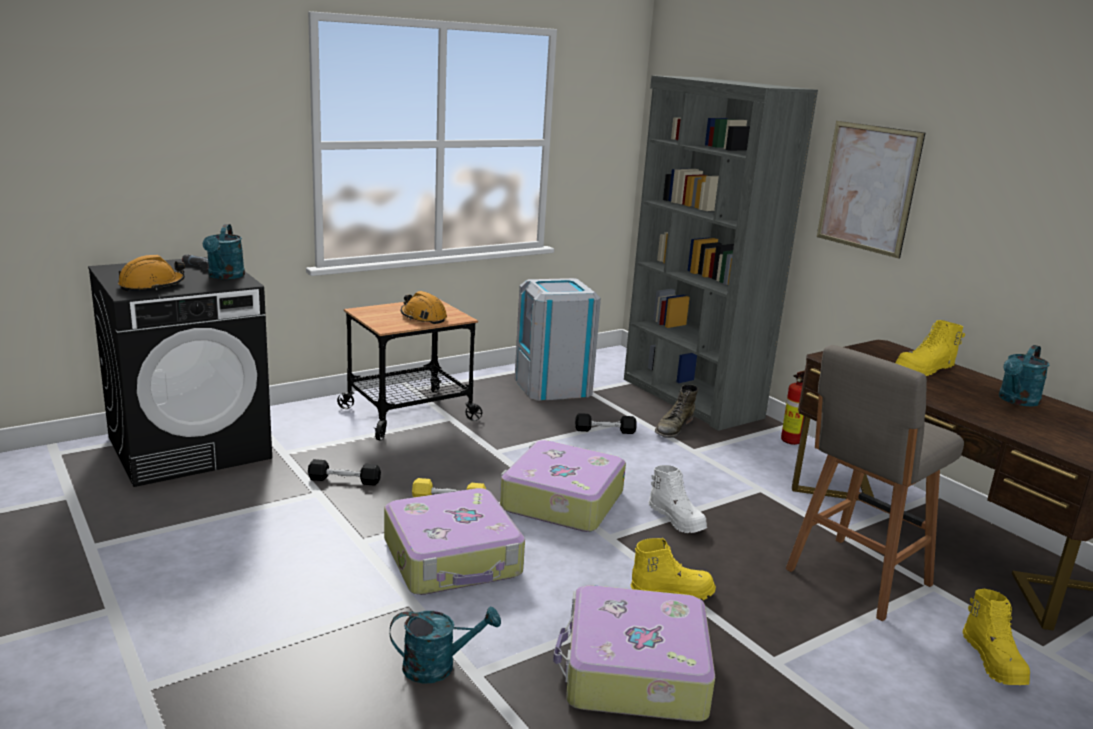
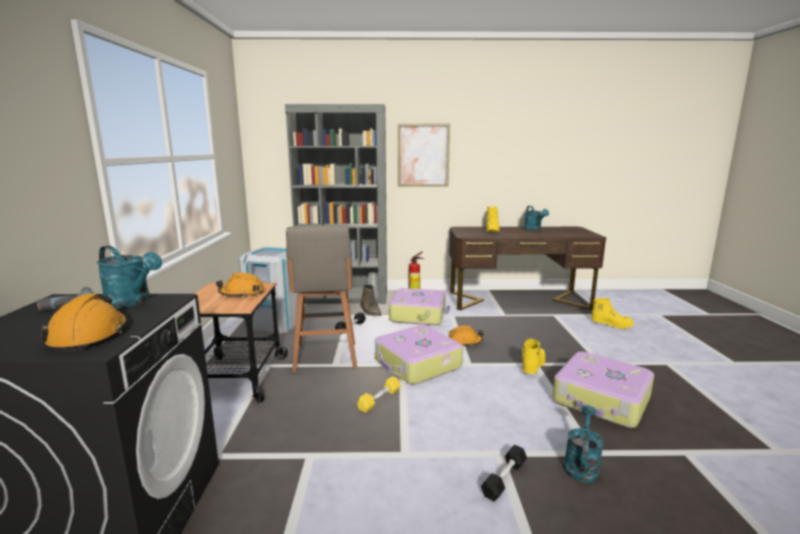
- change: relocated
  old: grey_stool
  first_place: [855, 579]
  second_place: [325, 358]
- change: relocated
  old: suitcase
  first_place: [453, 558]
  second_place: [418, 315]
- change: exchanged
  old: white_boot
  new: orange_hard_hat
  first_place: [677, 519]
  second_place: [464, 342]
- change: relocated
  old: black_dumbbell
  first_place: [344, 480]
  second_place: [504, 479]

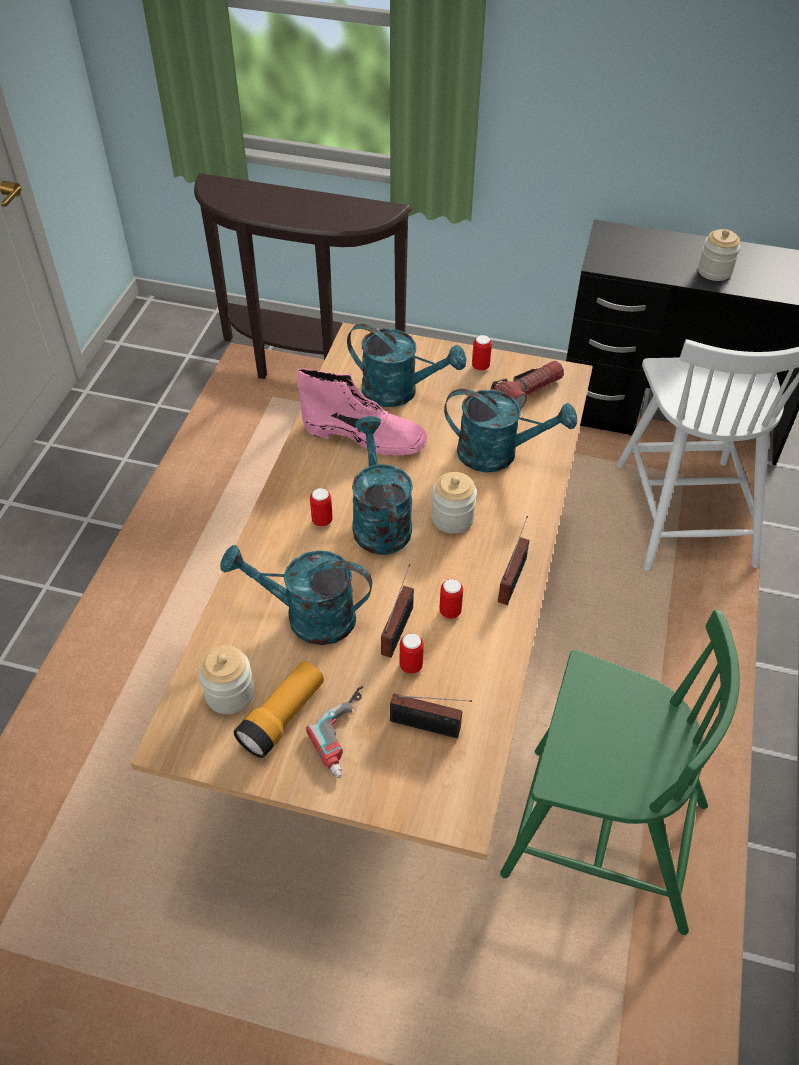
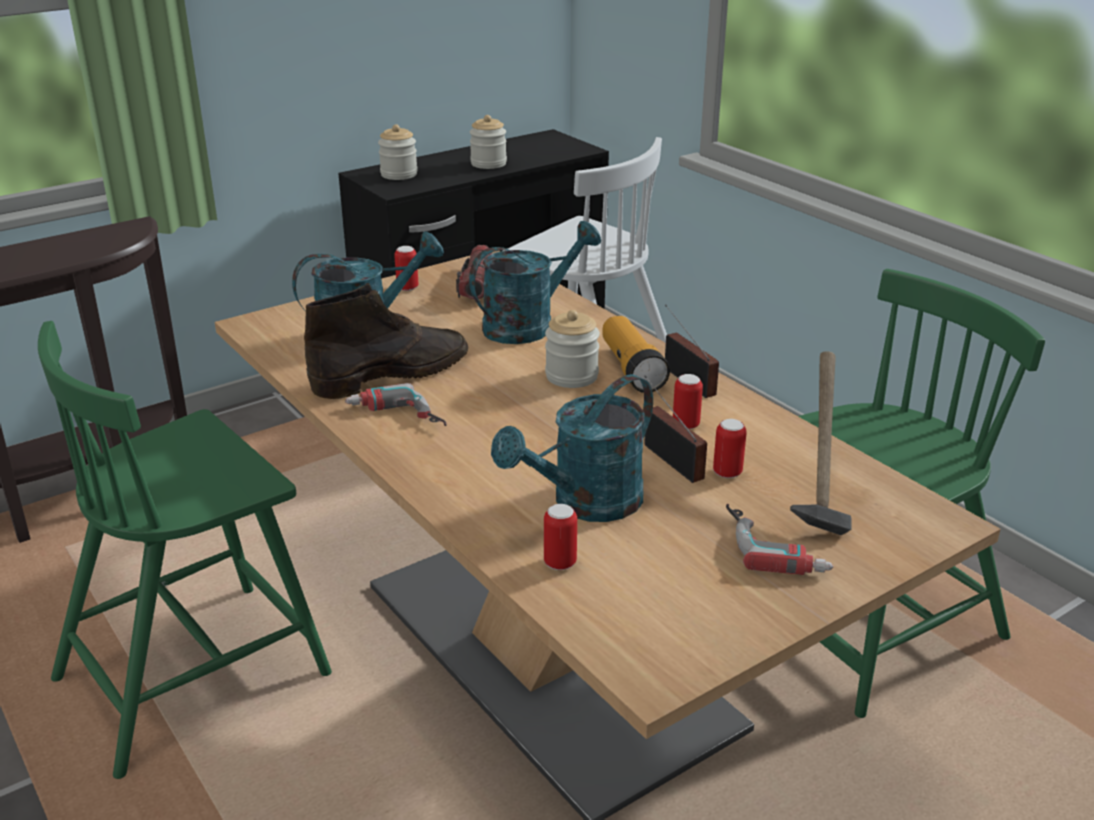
- change: appeared
  new: green_chair
  second_place: [197, 672]
- change: colour
  old: pink_boot
  new: brown_boot
  first_place: [365, 436]
  second_place: [392, 373]
- change: appeared
  new: power_drill
  second_place: [395, 418]
- change: relocated
  old: jar
  first_place: [230, 693]
  second_place: [399, 174]
- change: relocated
  old: can
  first_place: [322, 520]
  second_place: [560, 563]
- change: relocated
  old: flashlight
  first_place: [282, 717]
  second_place: [632, 369]
- change: exchanged
  old: radio
  new: hammer
  first_place: [429, 726]
  second_place: [815, 494]
- change: missing
  old: turquoise_watering_can
  first_place: [379, 520]

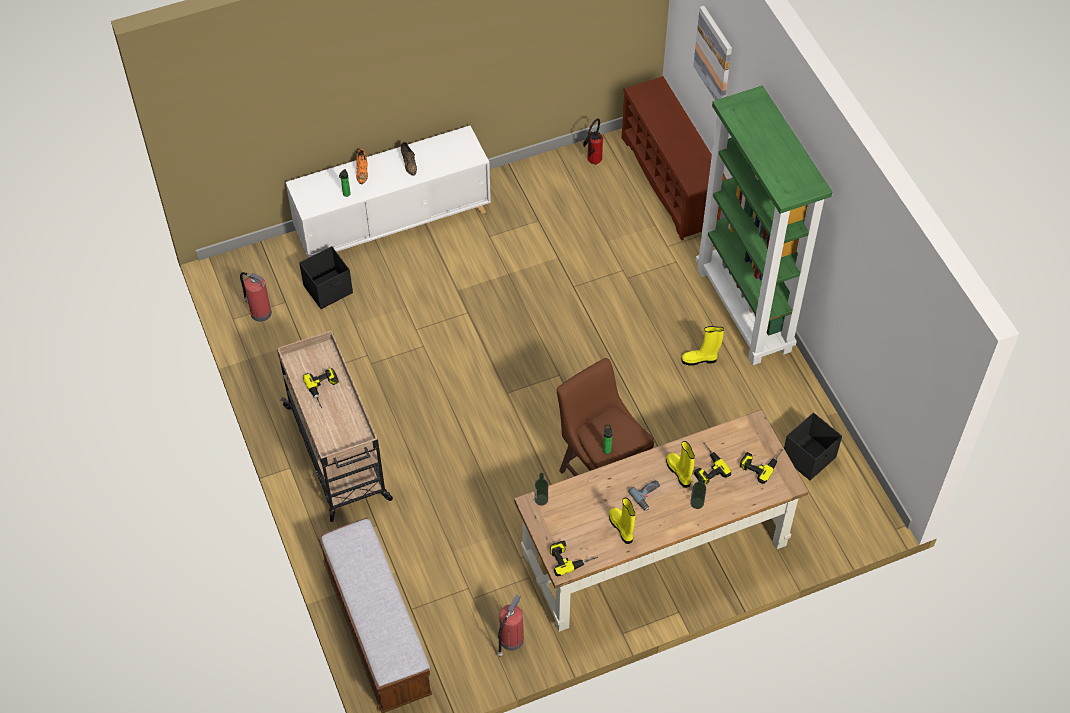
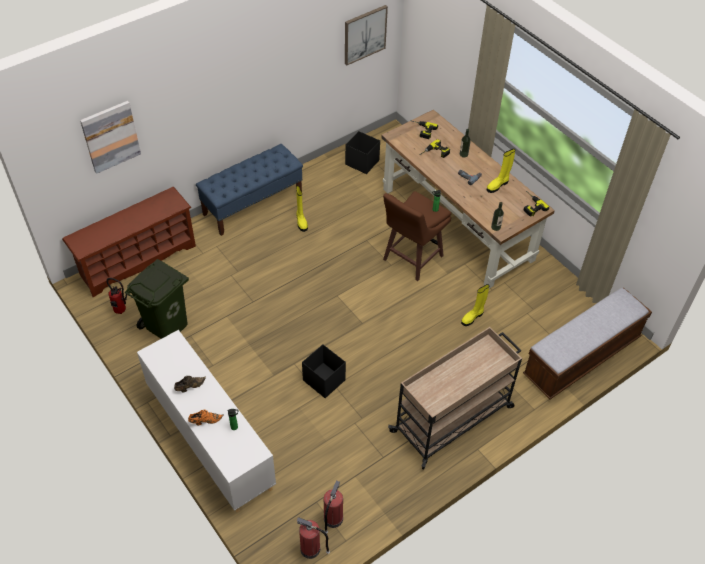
- change: appeared
  new: green_trash_can
  second_place: [167, 326]
- change: exchanged
  old: green_bookcase
  new: blue_bench
  first_place: [745, 310]
  second_place: [253, 204]
- change: relocated
  old: fire_extinguisher
  first_place: [510, 641]
  second_place: [311, 549]
- change: relocated
  old: black_storage_box
  first_place: [329, 289]
  second_place: [323, 380]
- change: appeared
  new: picture
  second_place: [364, 34]
- change: relocated
  old: yellow_boot
  first_place: [679, 472]
  second_place: [472, 317]
- change: missing
  old: power_drill
  first_place: [324, 390]

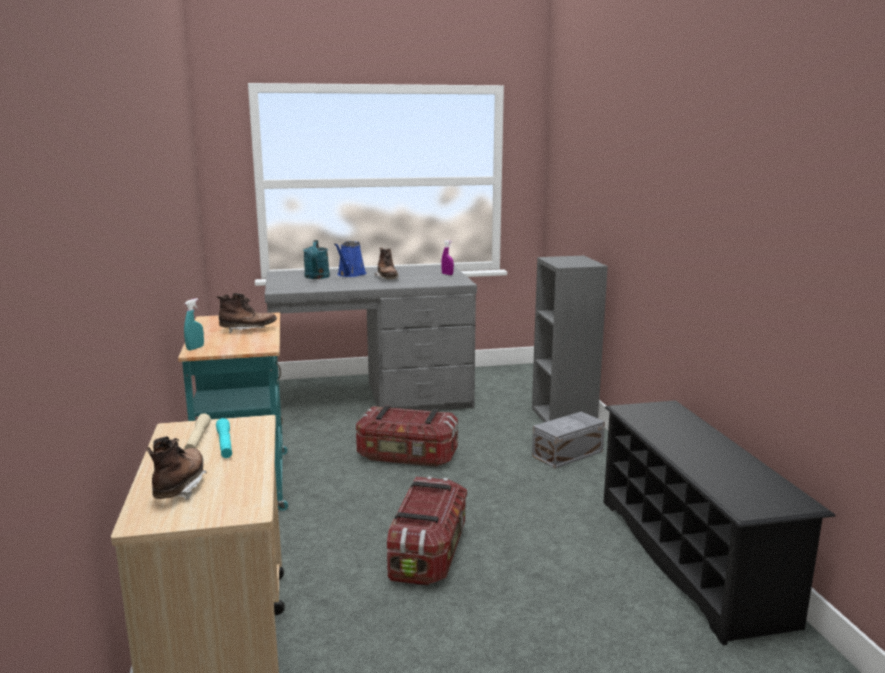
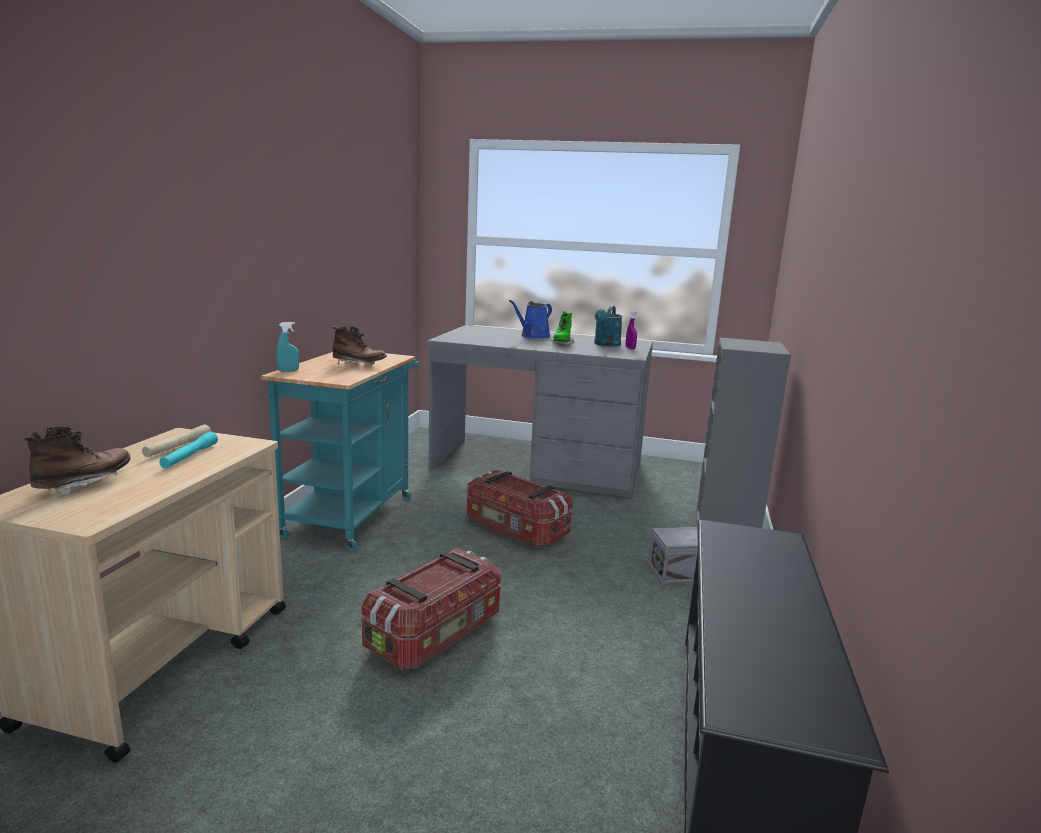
- change: colour
  old: brown_boot
  new: green_boot
  first_place: [387, 278]
  second_place: [562, 343]
- change: relocated
  old: turquoise_watering_can
  first_place: [317, 277]
  second_place: [606, 344]

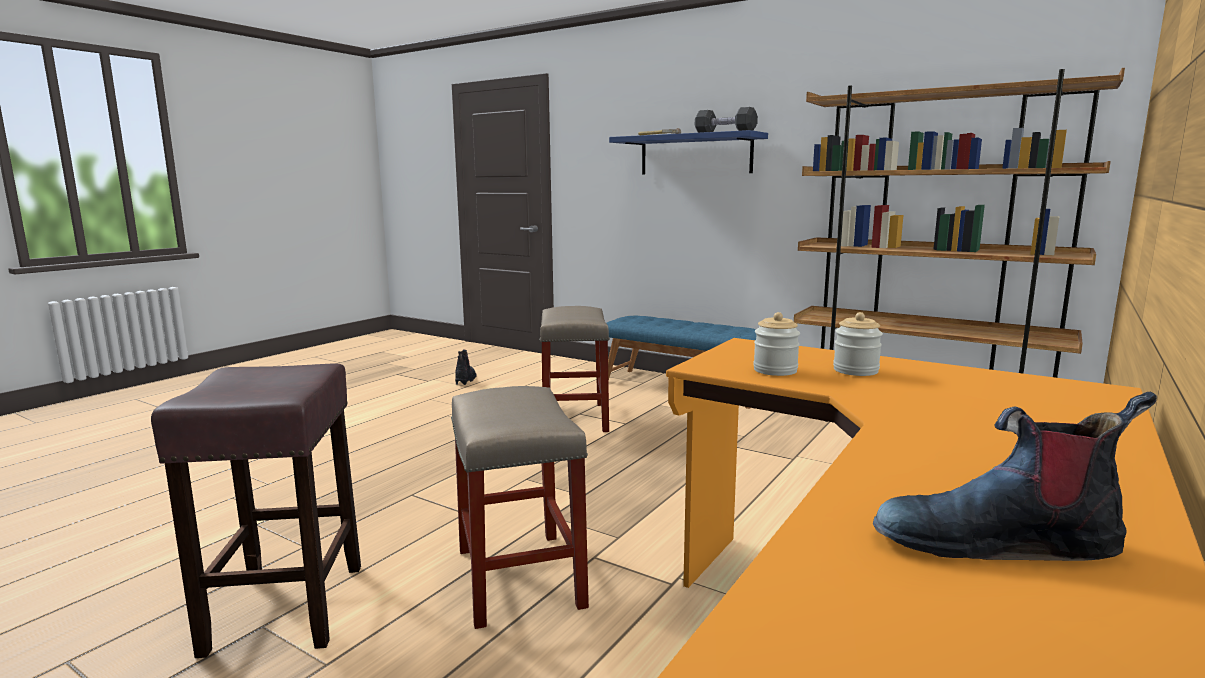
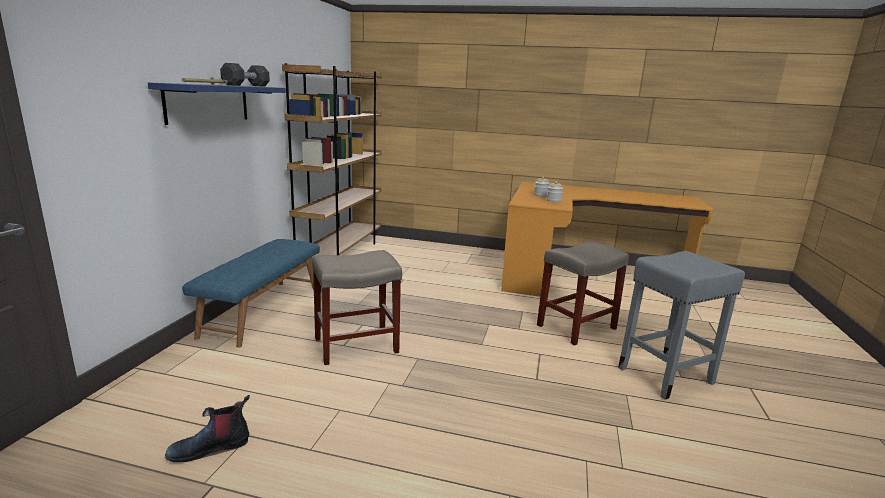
- change: colour
  old: brown_stool
  new: grey_stool
  first_place: [286, 610]
  second_place: [666, 375]
- change: missing
  old: boot
  first_place: [995, 541]

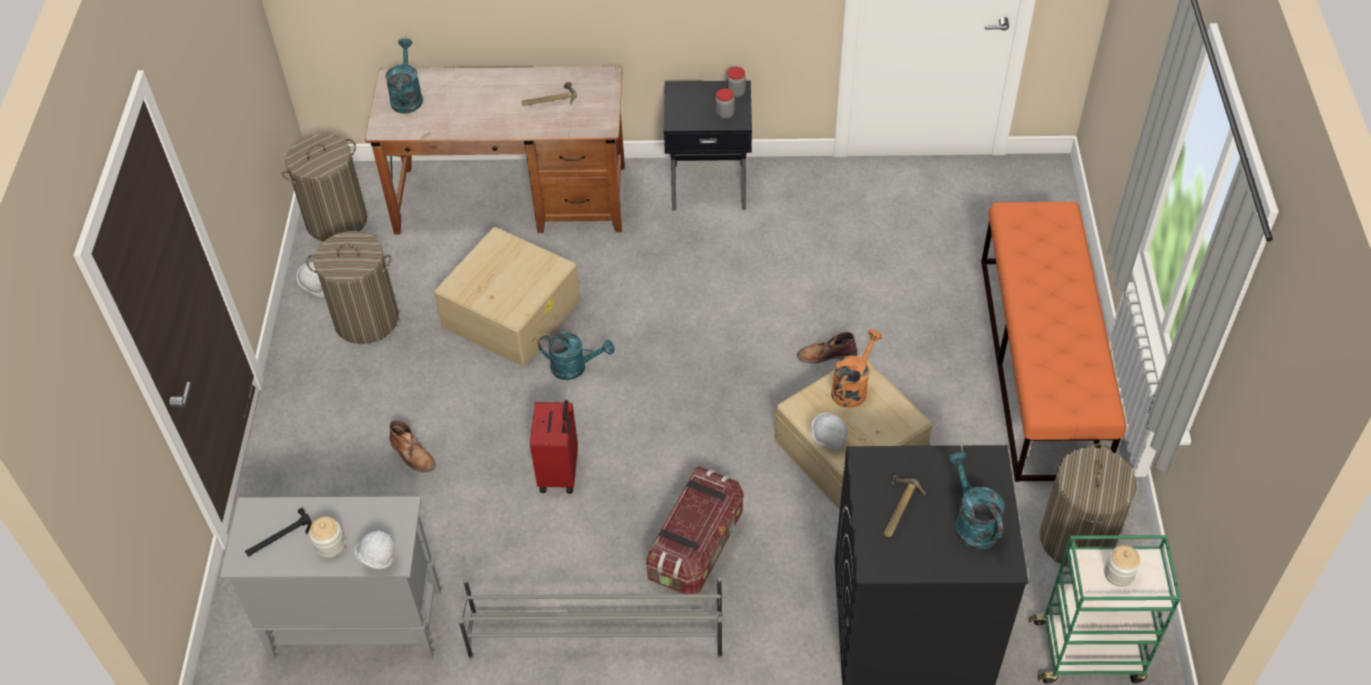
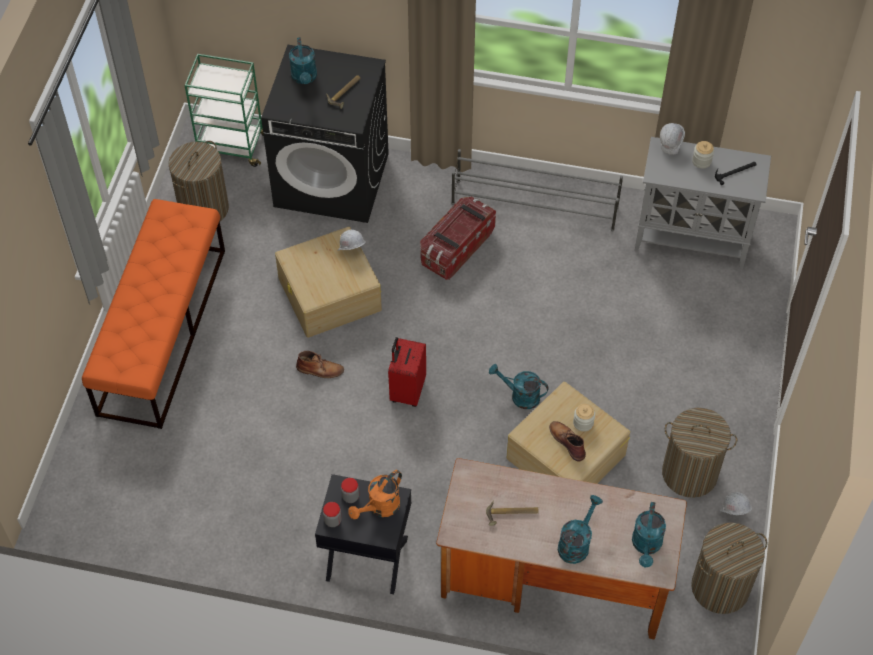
- change: relocated
  old: orange_watering_can
  first_place: [852, 387]
  second_place: [380, 508]
- change: relocated
  old: red_suitcase
  first_place: [560, 473]
  second_place: [407, 390]
- change: relocated
  old: brown_boot
  first_place: [412, 454]
  second_place: [567, 441]
- change: appeared
  new: turquoise_watering_can
  second_place: [576, 543]
- change: relocated
  old: jar
  first_place: [1119, 574]
  second_place: [583, 423]

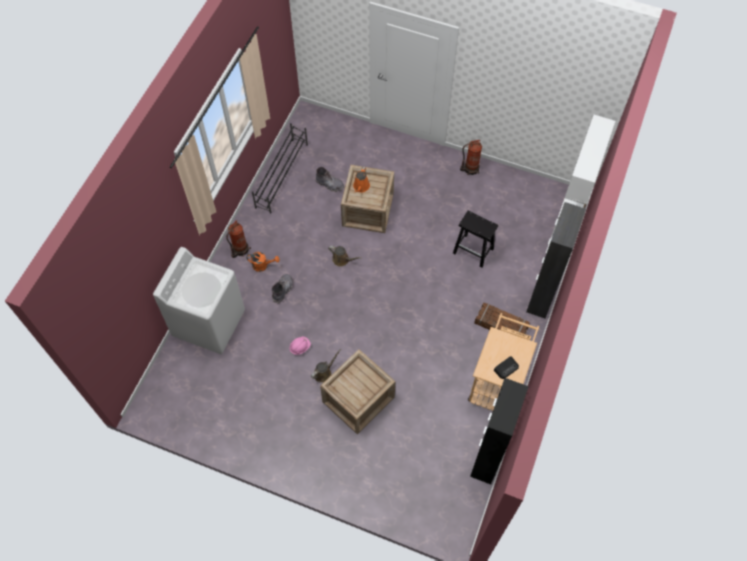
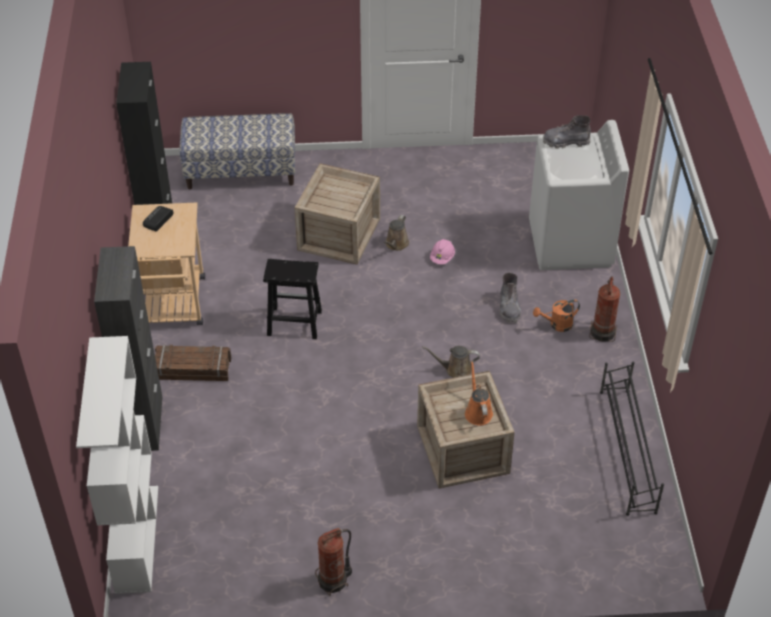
- change: appeared
  new: bench
  second_place: [241, 172]
- change: relocated
  old: black_stool
  first_place: [474, 251]
  second_place: [293, 323]
- change: relocated
  old: grey_boot
  first_place: [329, 184]
  second_place: [565, 142]

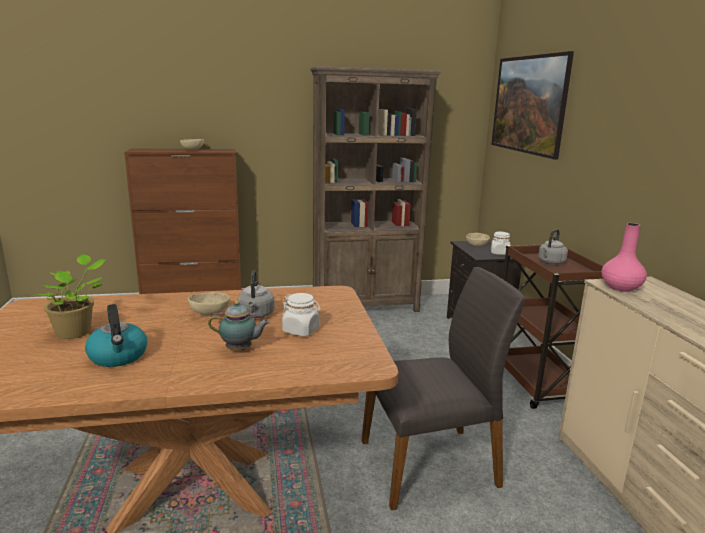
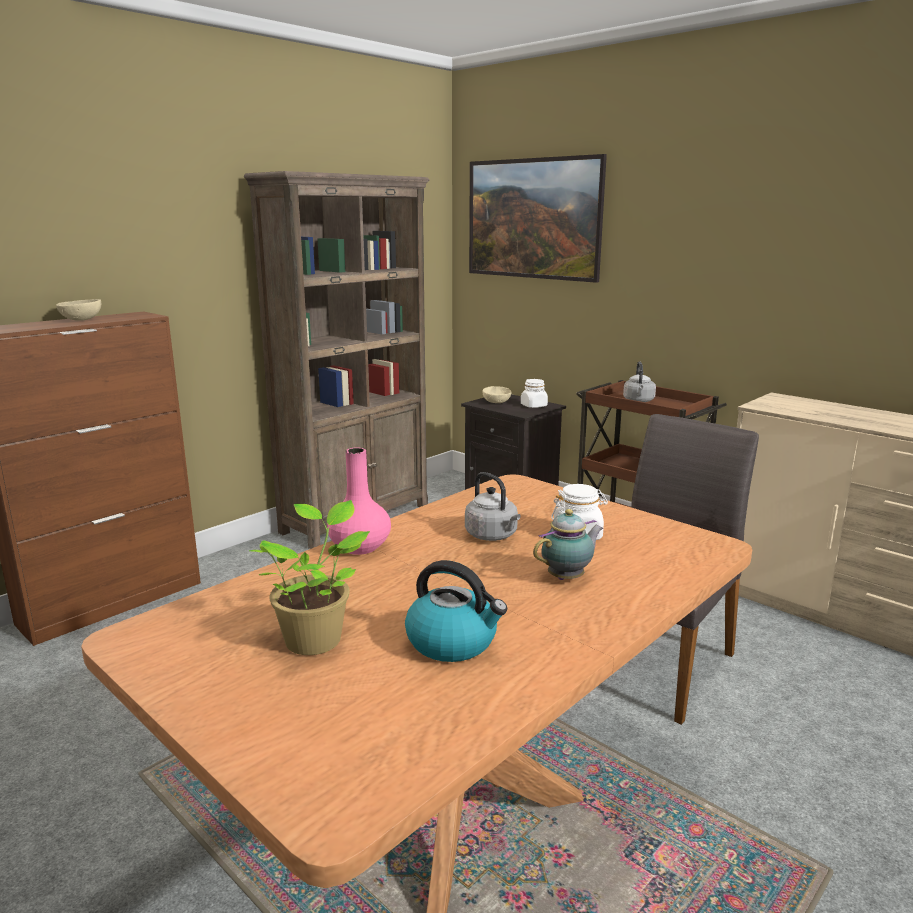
- change: relocated
  old: pink_vase
  first_place: [621, 288]
  second_place: [361, 547]
- change: missing
  old: beige_bowl
  first_place: [209, 312]

